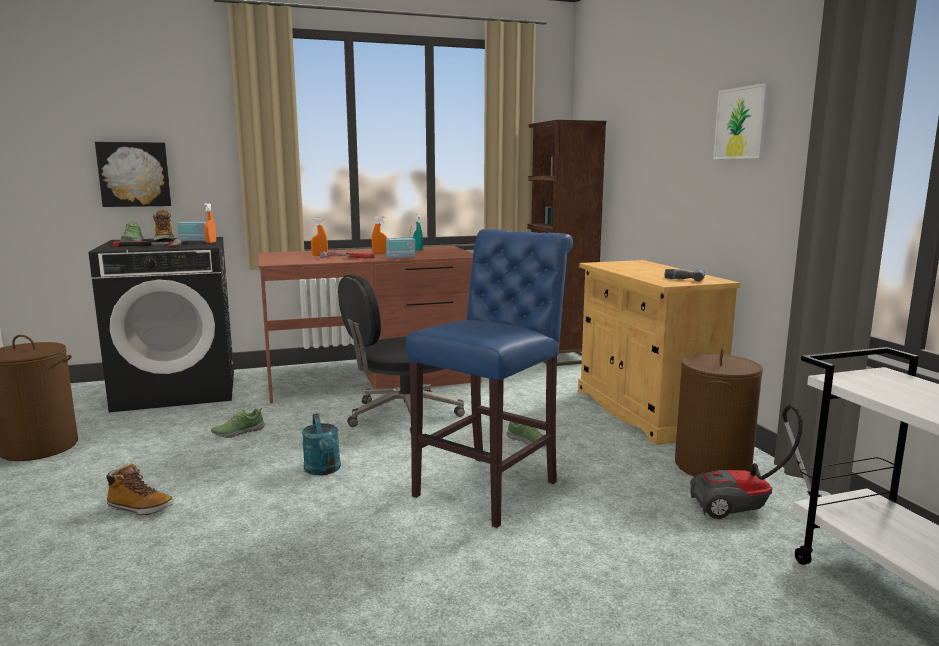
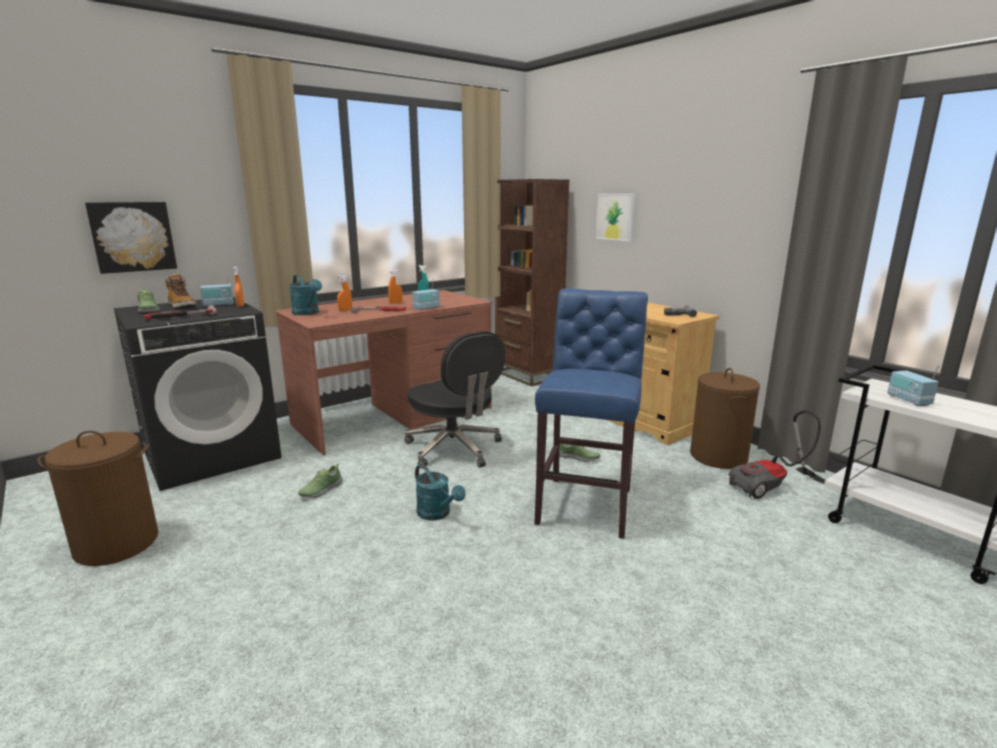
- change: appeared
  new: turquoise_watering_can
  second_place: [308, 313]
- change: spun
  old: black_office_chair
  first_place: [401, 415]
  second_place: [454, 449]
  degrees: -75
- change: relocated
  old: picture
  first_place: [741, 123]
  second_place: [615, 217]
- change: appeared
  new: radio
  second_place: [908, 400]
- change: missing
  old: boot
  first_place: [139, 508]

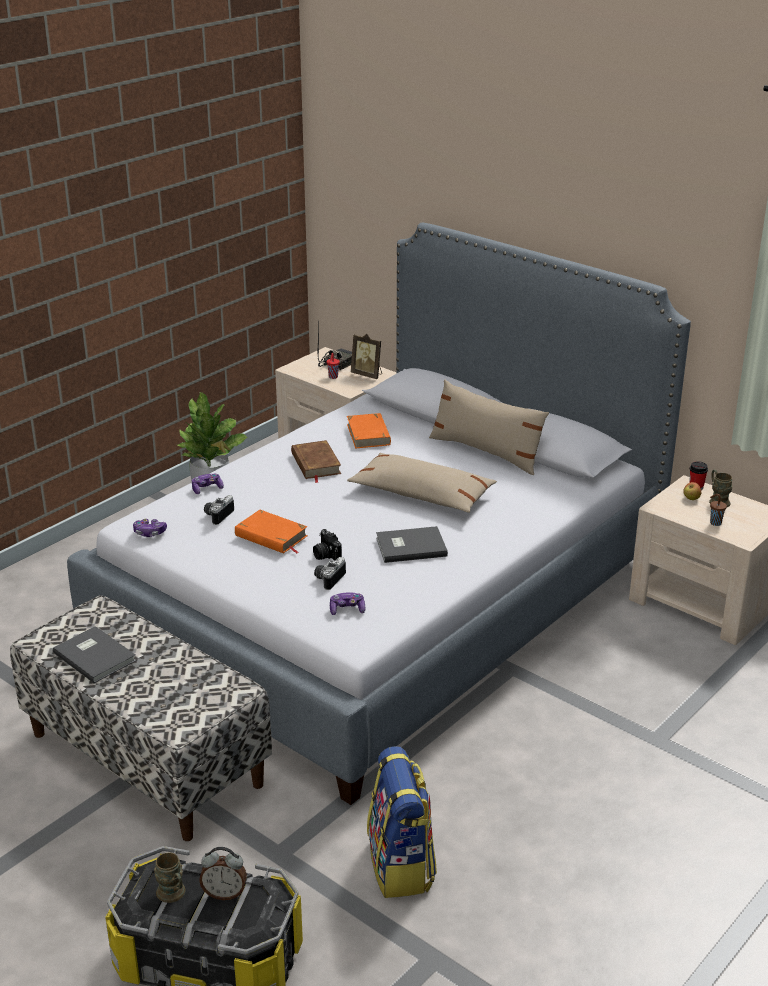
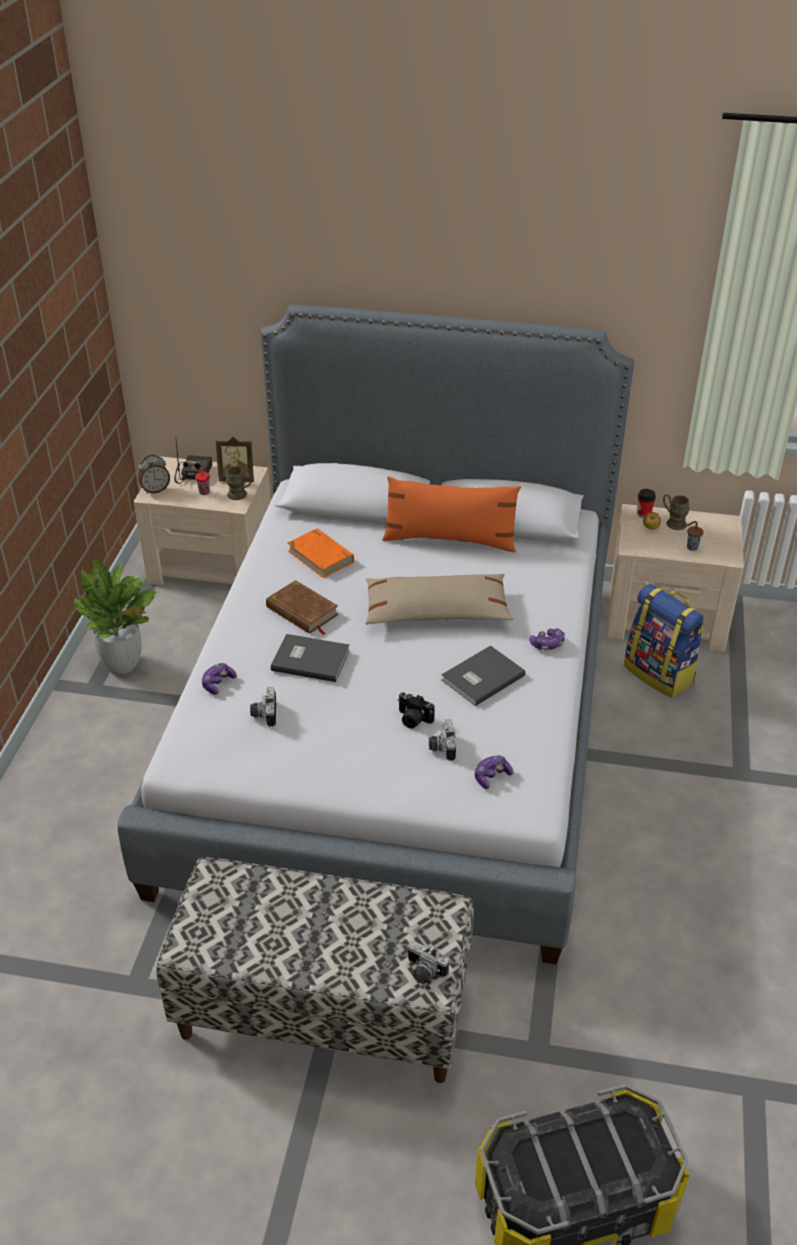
- change: relocated
  old: alarm_clock
  first_place: [224, 893]
  second_place: [155, 490]
- change: relocated
  old: brown_mug
  first_place: [173, 895]
  second_place: [240, 495]
- change: relocated
  old: grey_book
  first_place: [95, 655]
  second_place: [310, 659]
- change: colour
  old: beige_pillow
  new: orange_pillow
  first_place: [486, 452]
  second_place: [450, 539]
- change: appeared
  new: photo_camera
  second_place: [423, 972]
- change: relocated
  old: game_controller
  first_place: [149, 533]
  second_place: [547, 644]
- change: relocated
  old: backpack
  first_place: [401, 866]
  second_place: [660, 674]
- change: missing
  old: orange_book
  first_place: [271, 536]

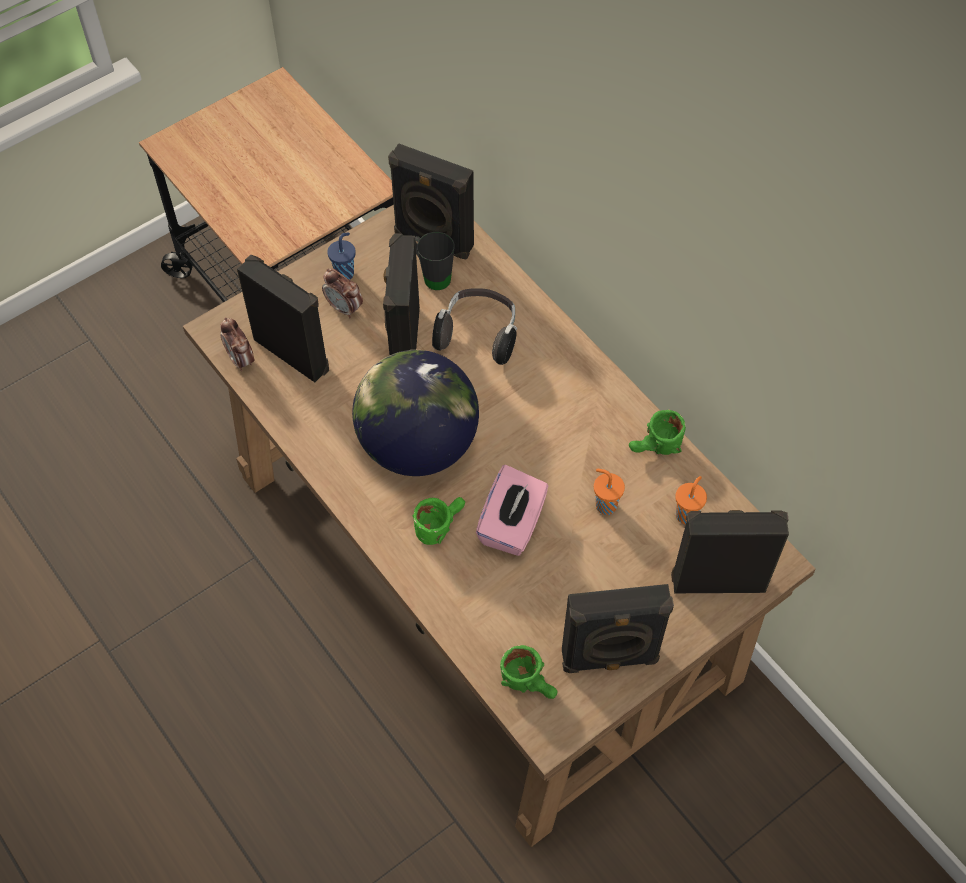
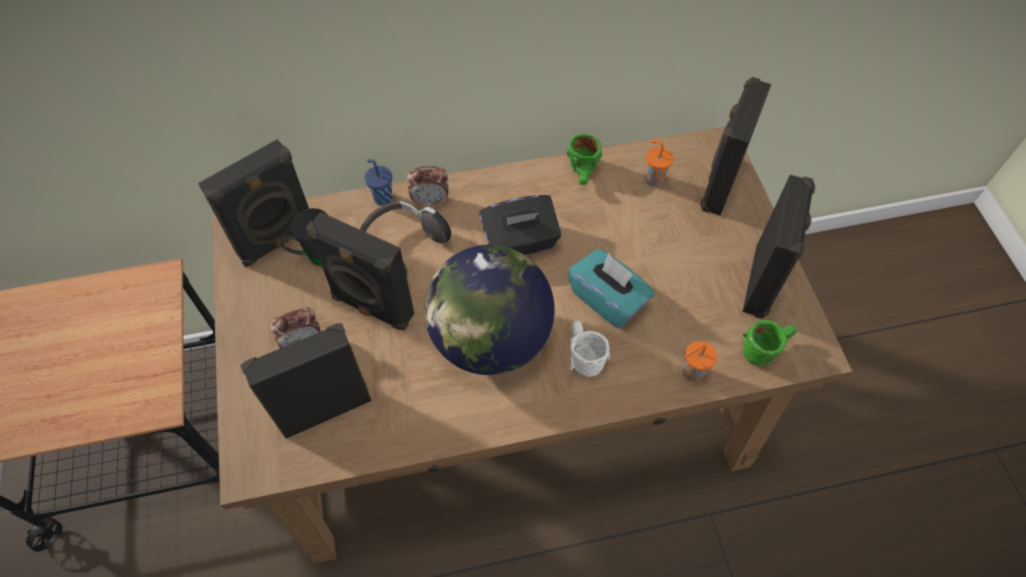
- change: relocated
  old: blue_cup
  first_place: [345, 273]
  second_place: [382, 197]
- change: relocated
  old: alarm_clock
  first_place: [241, 360]
  second_place: [430, 201]
- change: appeared
  new: black_tissue_box
  second_place: [520, 242]
- change: colour
  old: pink_tissue_box
  new: turquoise_tissue_box
  first_place: [512, 524]
  second_place: [608, 299]
- change: colour
  old: green_mug
  new: white_mug
  first_place: [439, 524]
  second_place: [581, 355]
- change: relocated
  old: orange_cup
  first_place: [605, 505]
  second_place: [691, 373]

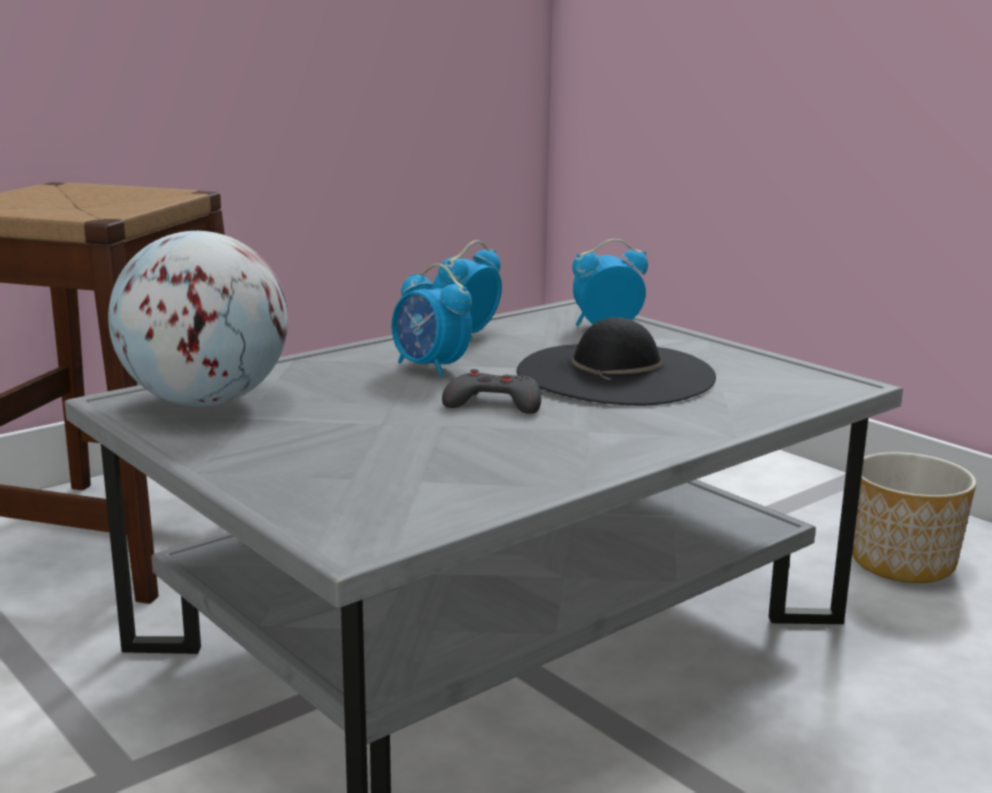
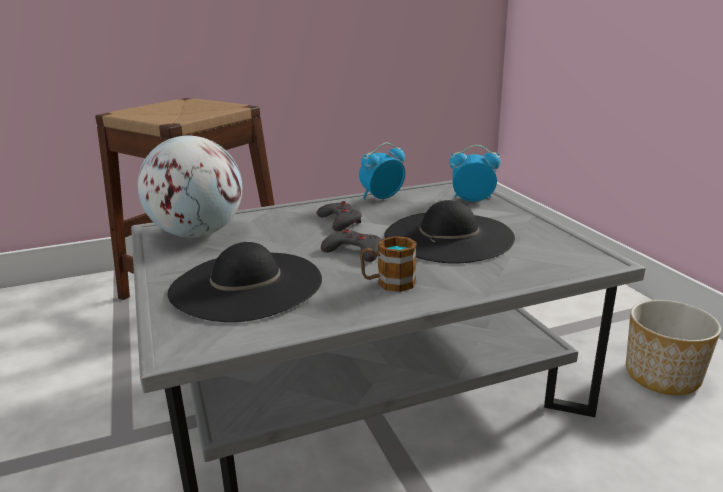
- change: appeared
  new: black_hat
  second_place: [246, 285]
- change: exchanged
  old: alarm_clock
  new: grey_game_controller
  first_place: [430, 368]
  second_place: [340, 221]
- change: appeared
  new: mug
  second_place: [388, 283]

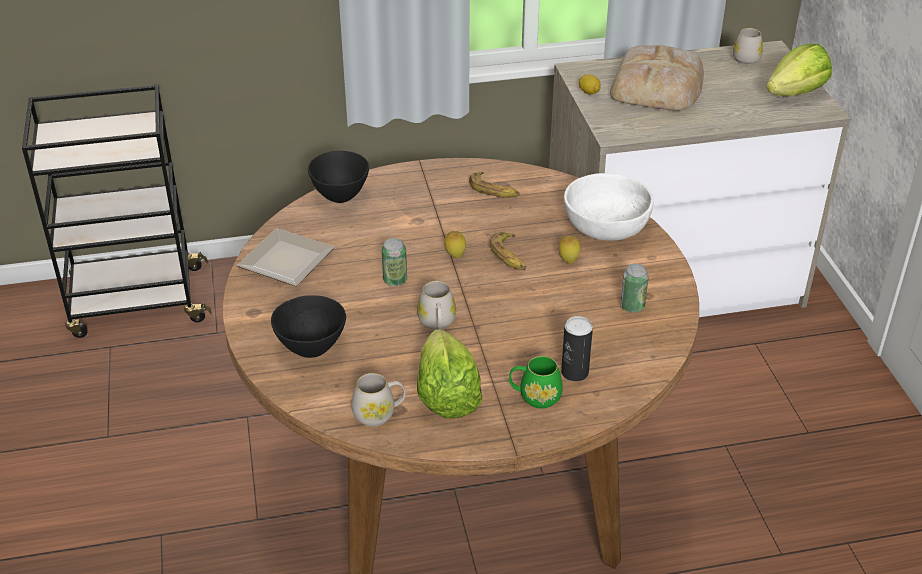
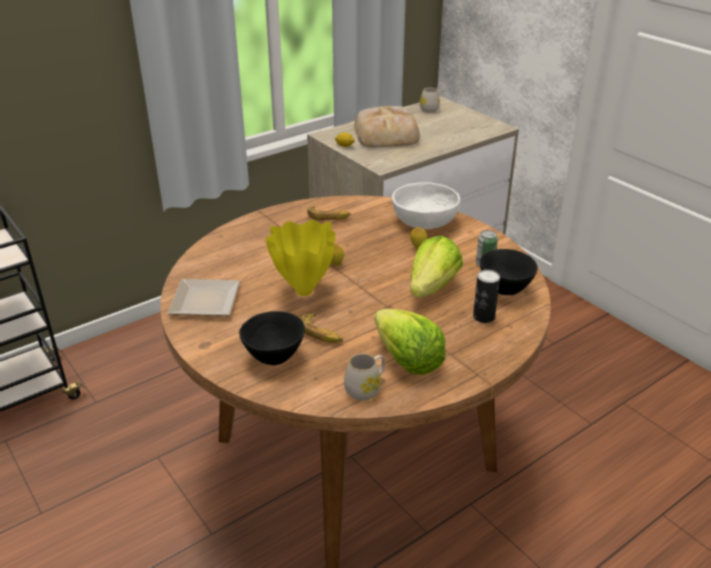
- change: exchanged
  old: can
  new: yellow_vase
  first_place: [395, 280]
  second_place: [303, 292]
- change: relocated
  old: banana
  first_place: [509, 256]
  second_place: [321, 333]
- change: relocated
  old: lettuce
  first_place: [796, 93]
  second_place: [432, 288]
- change: relocated
  old: black_bowl
  first_place: [341, 197]
  second_place: [505, 290]
- change: missing
  old: white_mug
  first_place: [437, 324]
- change: missing
  old: green_mug
  first_place: [535, 397]

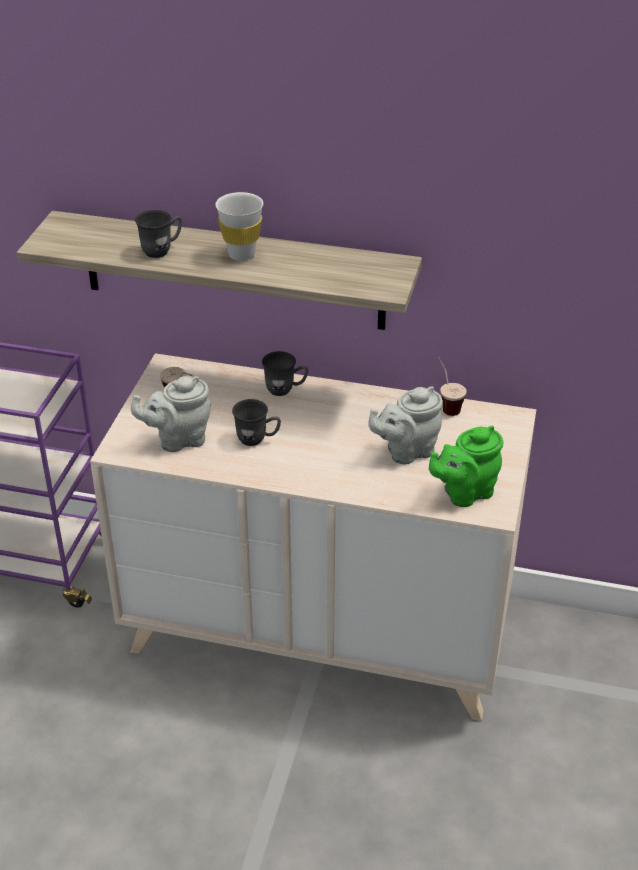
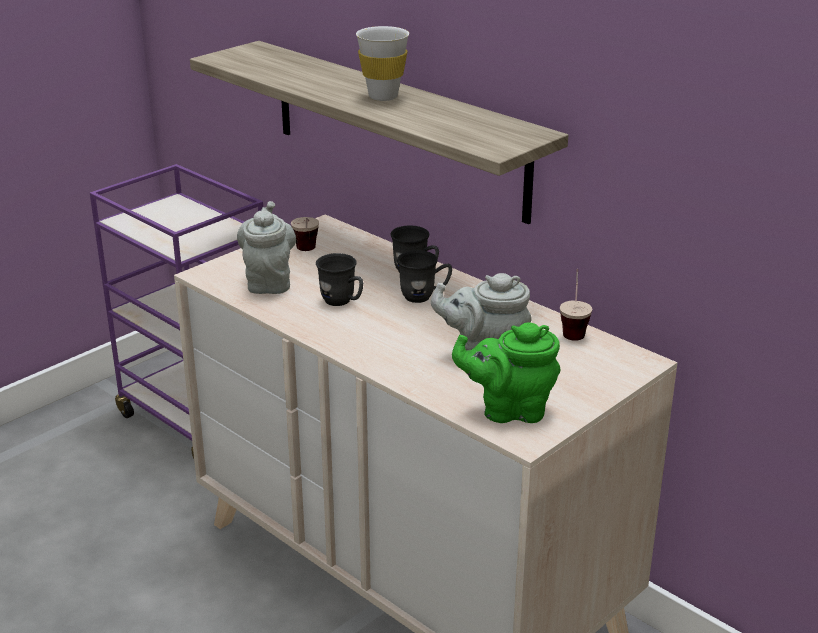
- change: spun
  old: grey_teapot
  first_place: [178, 439]
  second_place: [269, 281]
  degrees: 75
- change: relocated
  old: grey_mug
  first_place: [162, 250]
  second_place: [424, 296]

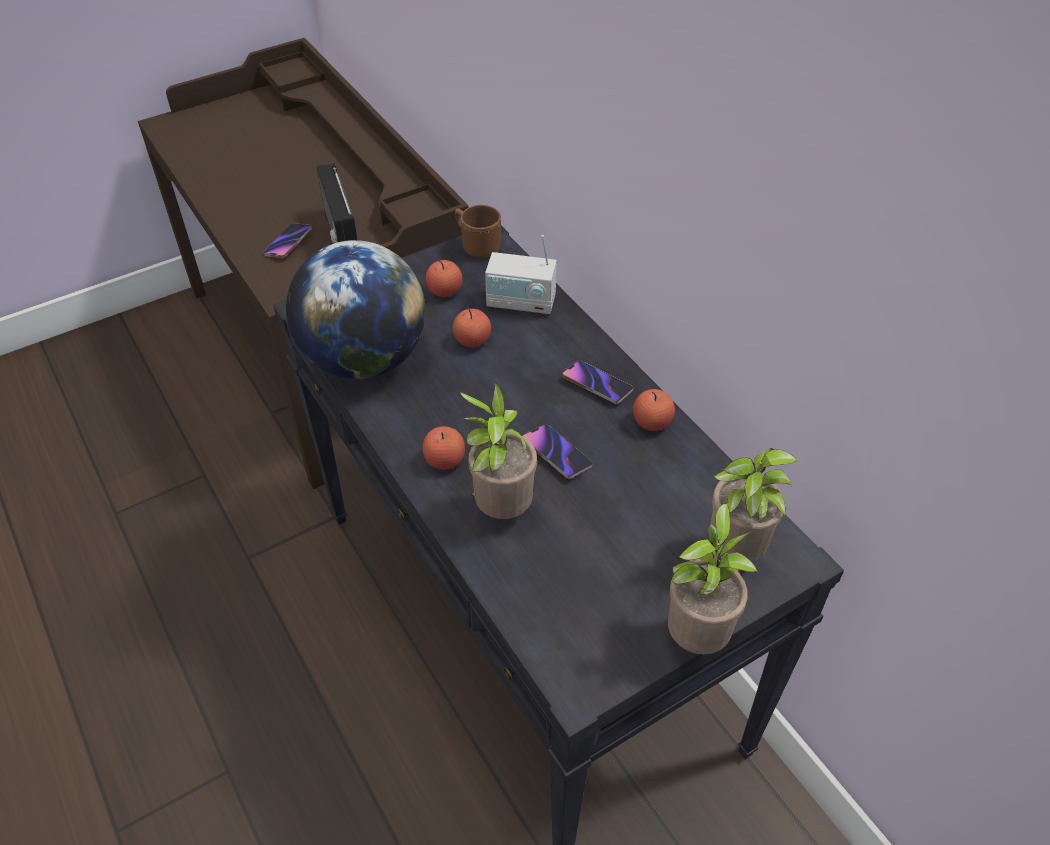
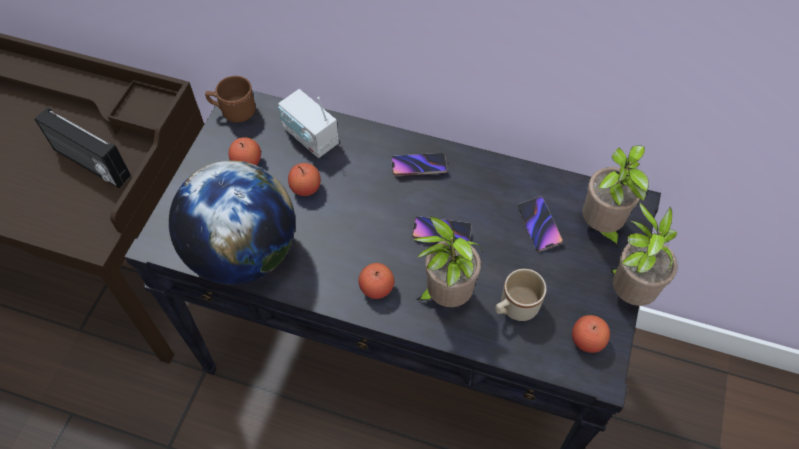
- change: spun
  old: radio
  first_place: [521, 303]
  second_place: [310, 137]
  degrees: 75
- change: appeared
  new: beige_mug
  second_place: [514, 308]
- change: relocated
  old: phone
  first_place: [288, 243]
  second_place: [538, 225]
- change: relocated
  old: apple
  first_place: [652, 422]
  second_place: [587, 340]

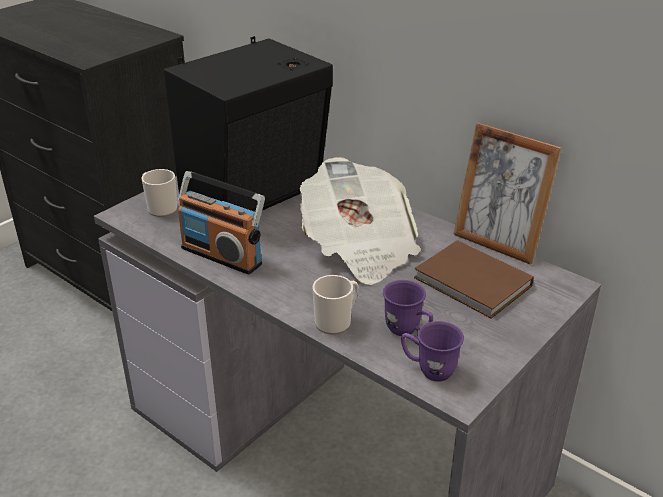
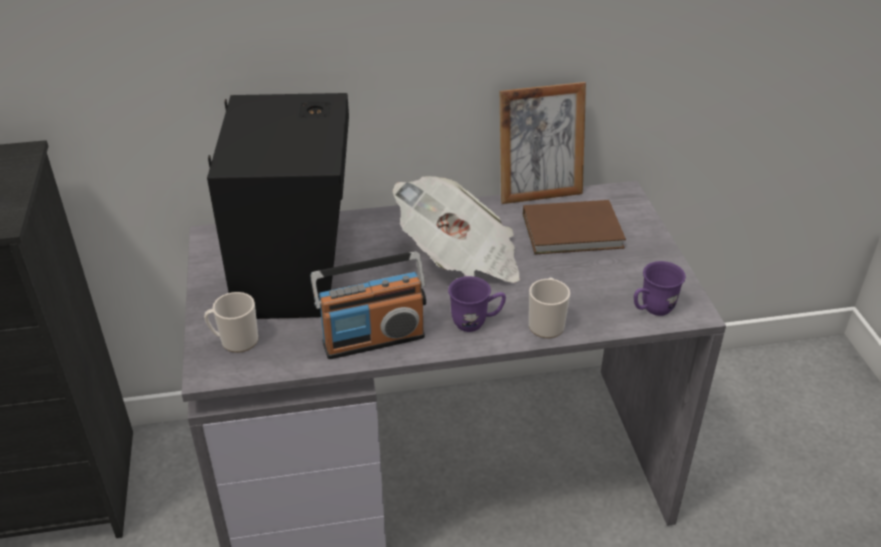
- change: relocated
  old: purple_mug
  first_place: [408, 331]
  second_place: [476, 322]

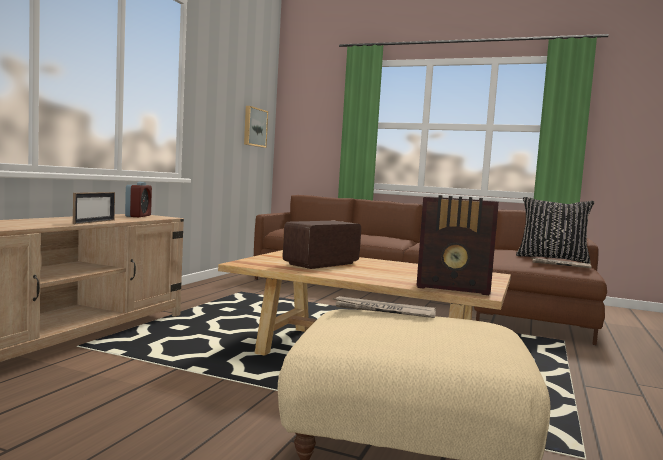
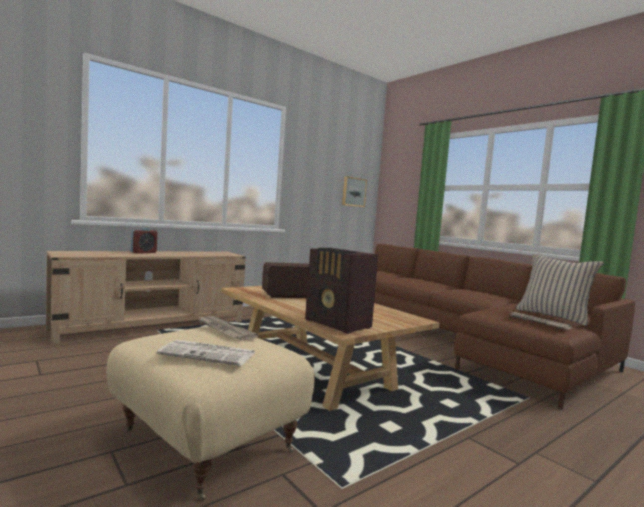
- change: relocated
  old: alarm_clock
  first_place: [138, 216]
  second_place: [143, 252]
- change: appeared
  new: newspaper
  second_place: [209, 354]
- change: colour
  old: black_pillow
  new: beige_pillow
  first_place: [552, 258]
  second_place: [553, 316]
- change: missing
  old: picture_frame
  first_place: [94, 222]

